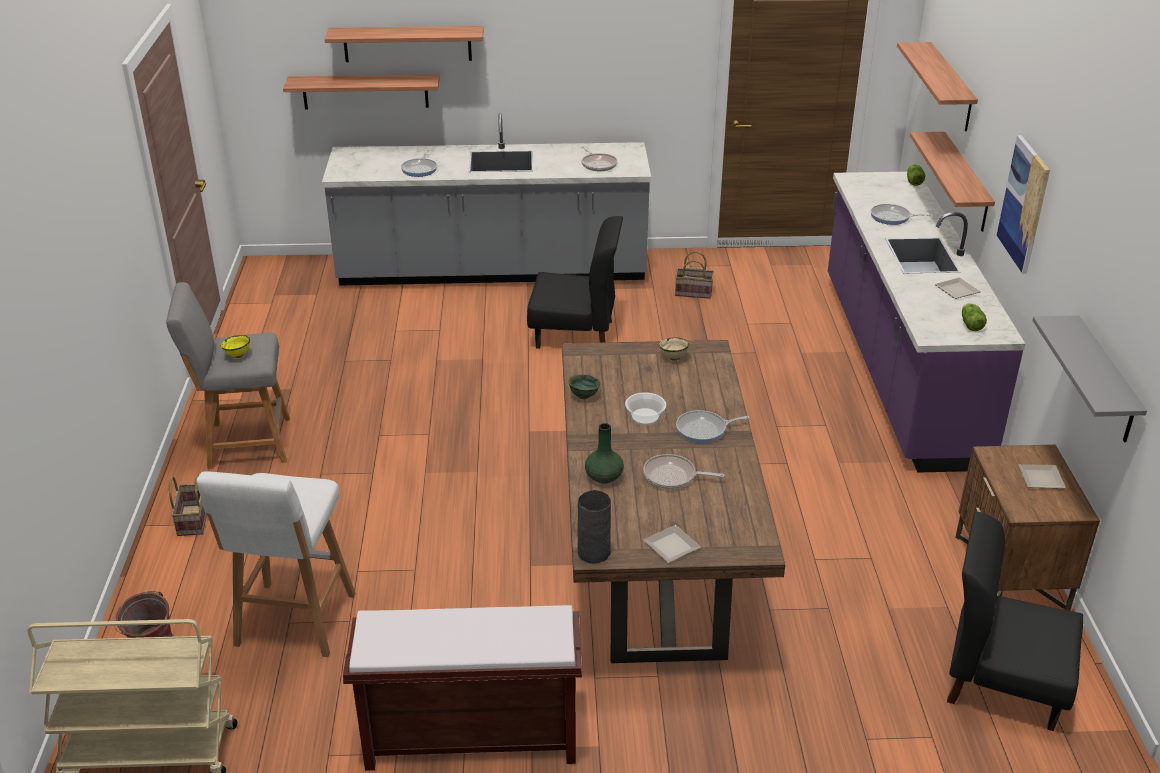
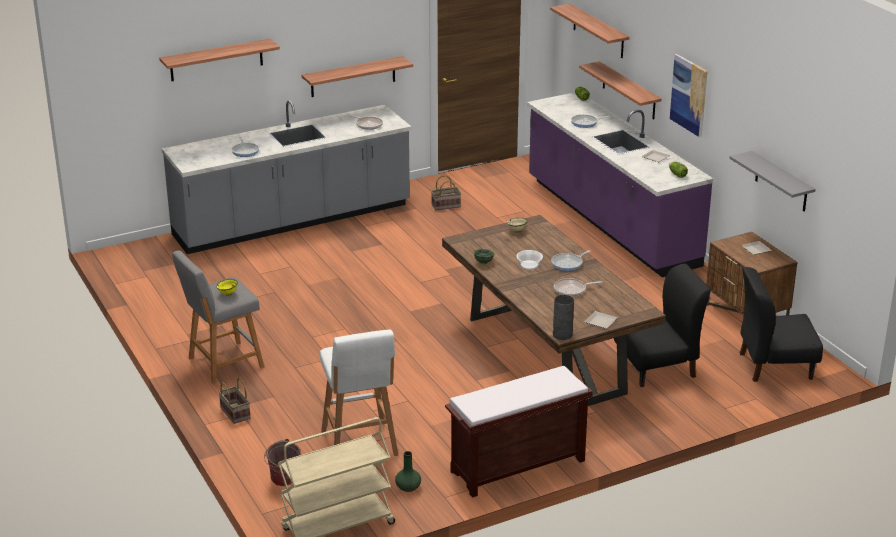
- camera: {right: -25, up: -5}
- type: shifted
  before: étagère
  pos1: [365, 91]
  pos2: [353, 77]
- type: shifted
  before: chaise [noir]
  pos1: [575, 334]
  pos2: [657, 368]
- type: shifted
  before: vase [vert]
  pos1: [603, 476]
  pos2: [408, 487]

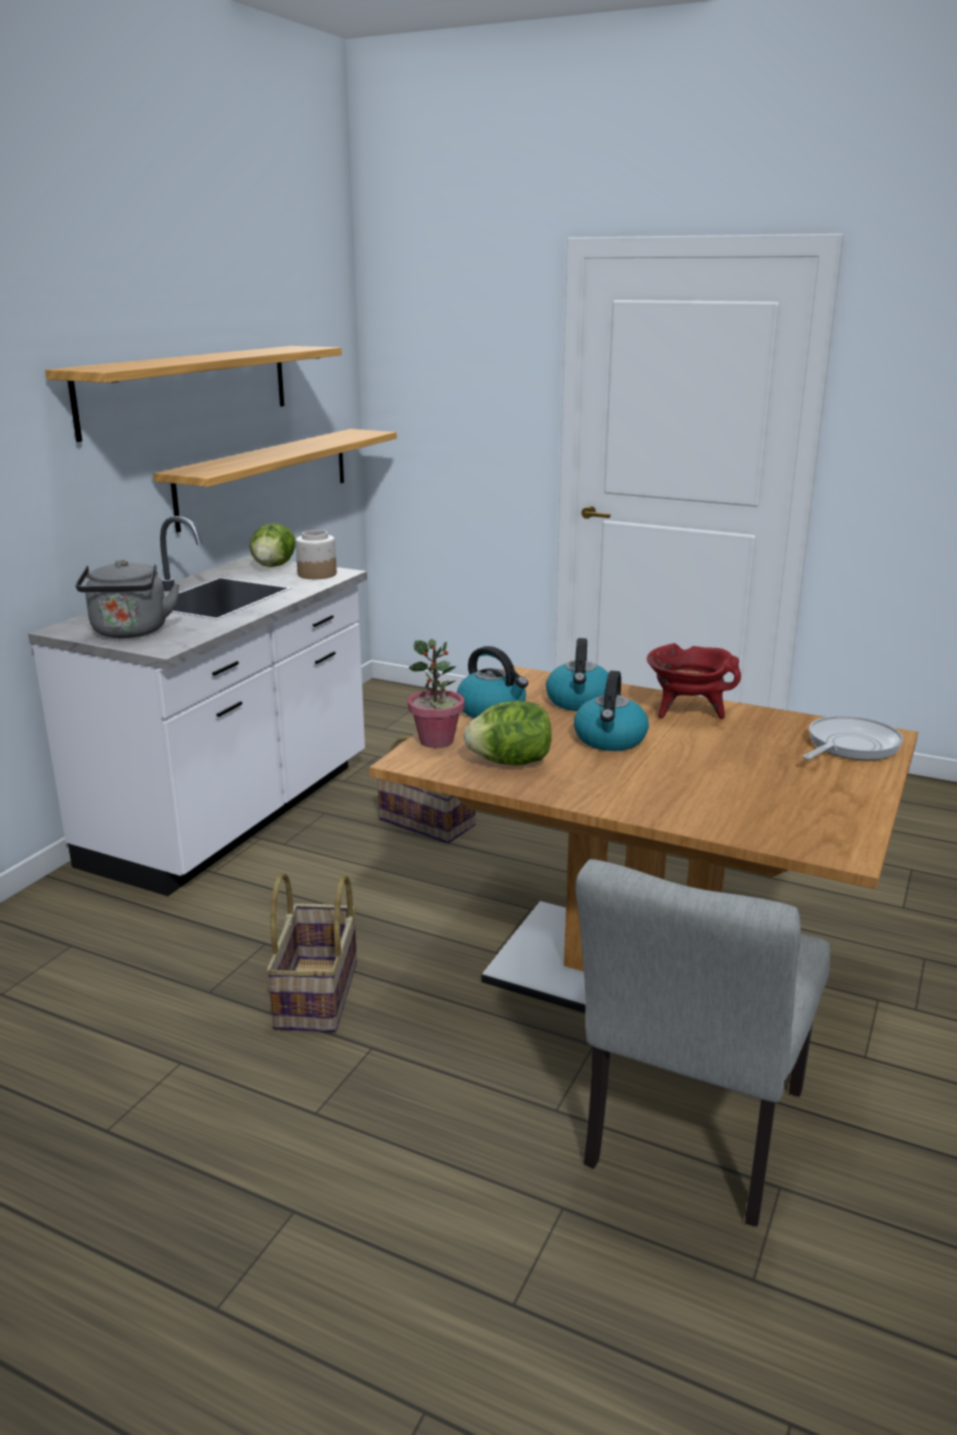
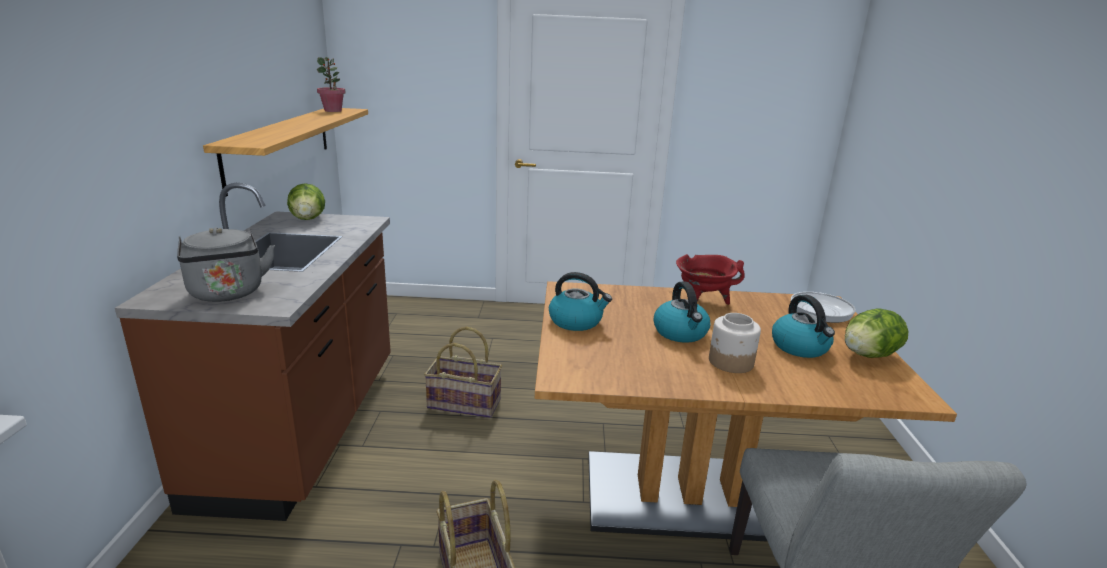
- camera: {right: -25, up: 0}
- type: repainted
  before: comptoir de cuisine [blanc]
  after: comptoir de cuisine [marron]
  pos1: [234, 816]
  pos2: [305, 429]
- type: gone
  before: étagère
  pos1: [188, 389]
- type: shifted
  before: bocal
  pos1: [316, 574]
  pos2: [730, 362]
- type: shifted
  before: plante en pot
  pos1: [437, 741]
  pos2: [333, 111]
- type: shifted
  before: laitue
  pos1: [510, 762]
  pos2: [868, 355]
- type: shifted
  before: bouilloire
  pos1: [579, 702]
  pos2: [800, 347]

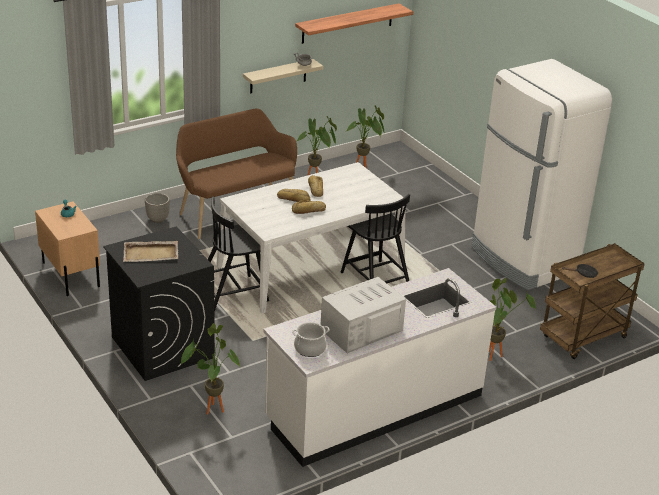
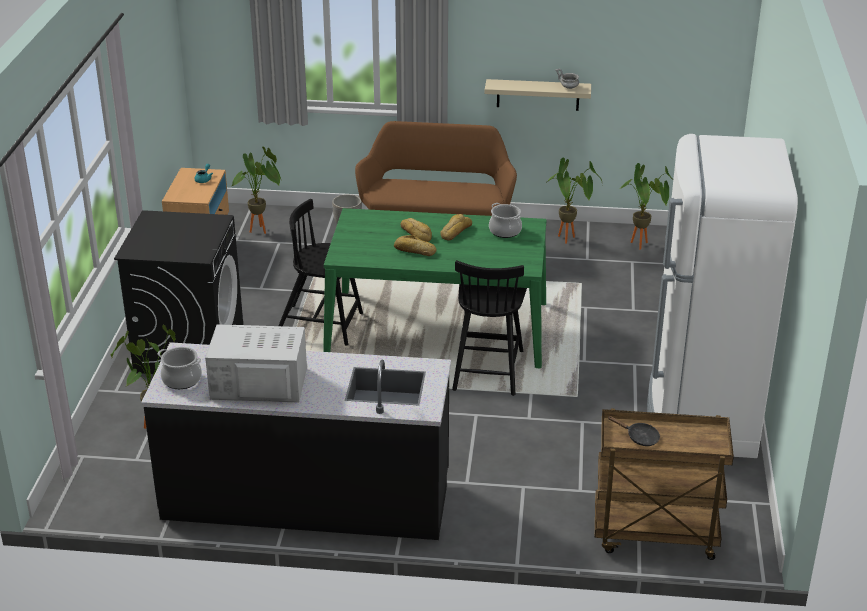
- camera: {right: 40, up: 0}
- type: gone
  before: plateau [beige]
  pos1: [151, 253]
- type: repainted
  before: table à manger [blanc]
  after: table à manger [vert]
  pos1: [311, 267]
  pos2: [437, 328]
- type: repainted
  before: comptoir de cuisine [blanc]
  after: comptoir de cuisine [noir]
  pos1: [374, 407]
  pos2: [307, 497]
- type: gone
  before: étagère
  pos1: [347, 23]
- type: shifted
  before: plante en pot
  pos1: [496, 354]
  pos2: [263, 230]
- type: new
  after: marmite
  pos2: [505, 231]

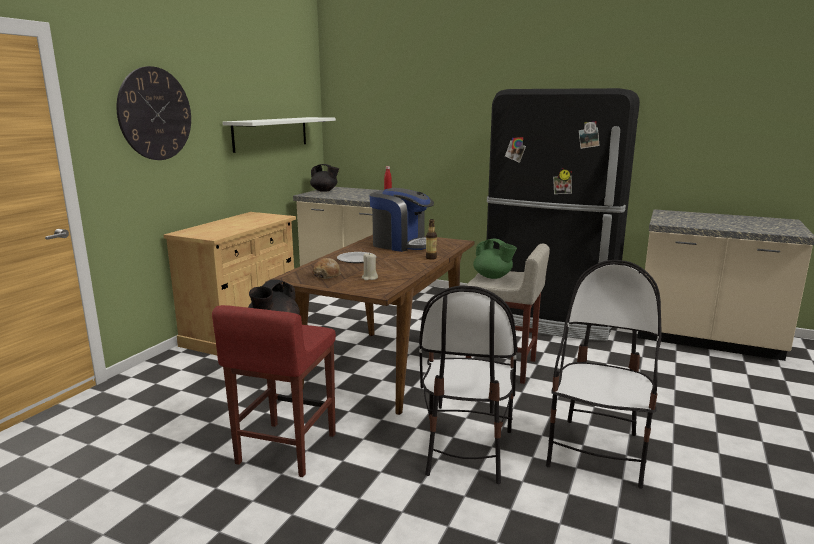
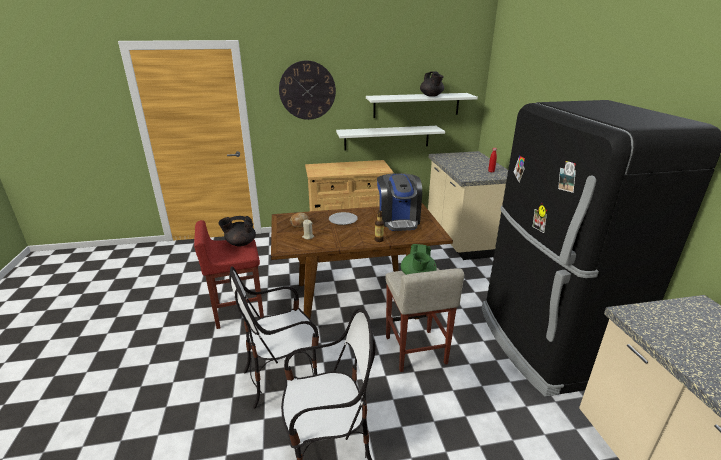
- camera: {right: 55, up: 10}
- type: shifted
  before: théière [noir]
  pos1: [324, 191]
  pos2: [431, 96]
- type: new
  after: étagère [blanc]
  pos2: [387, 138]

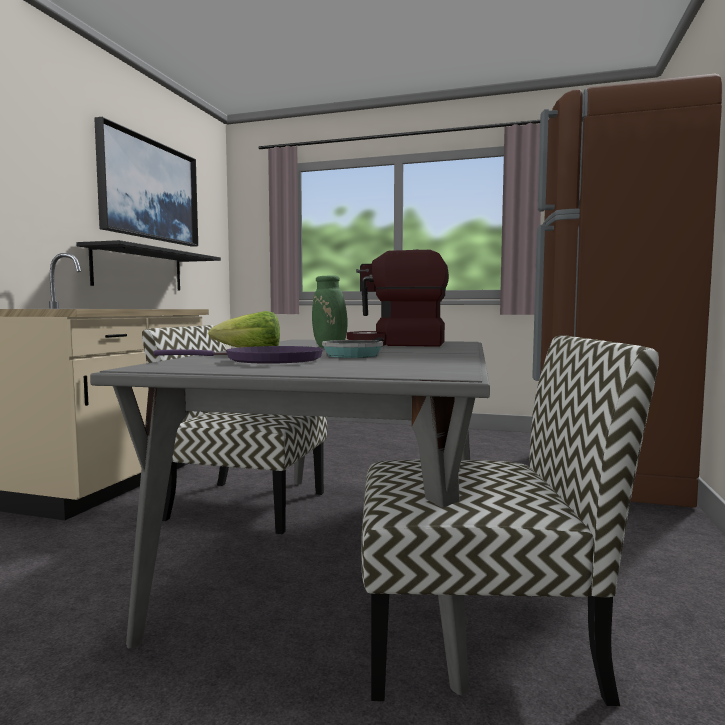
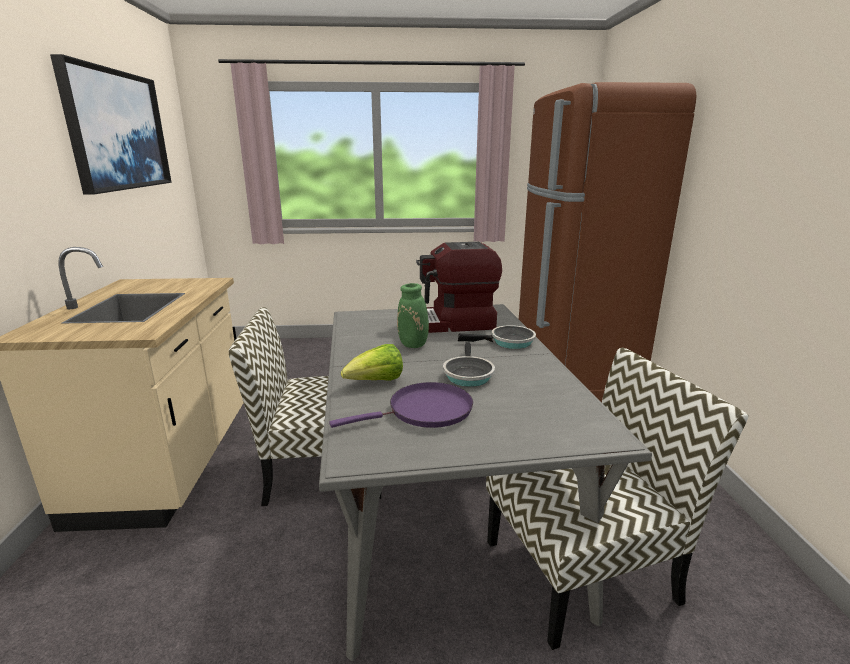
- camera: {right: -20, up: 15}
- type: gone
  before: étagère [noir]
  pos1: [139, 269]
- type: new
  after: poêle
  pos2: [508, 342]

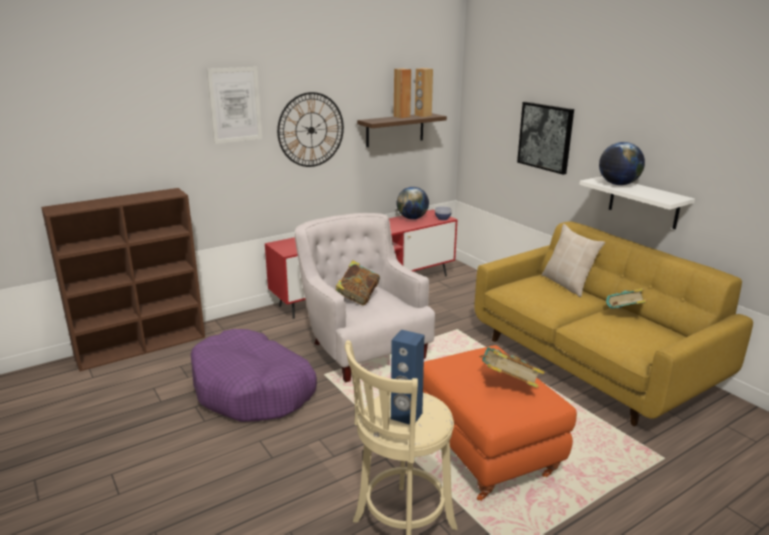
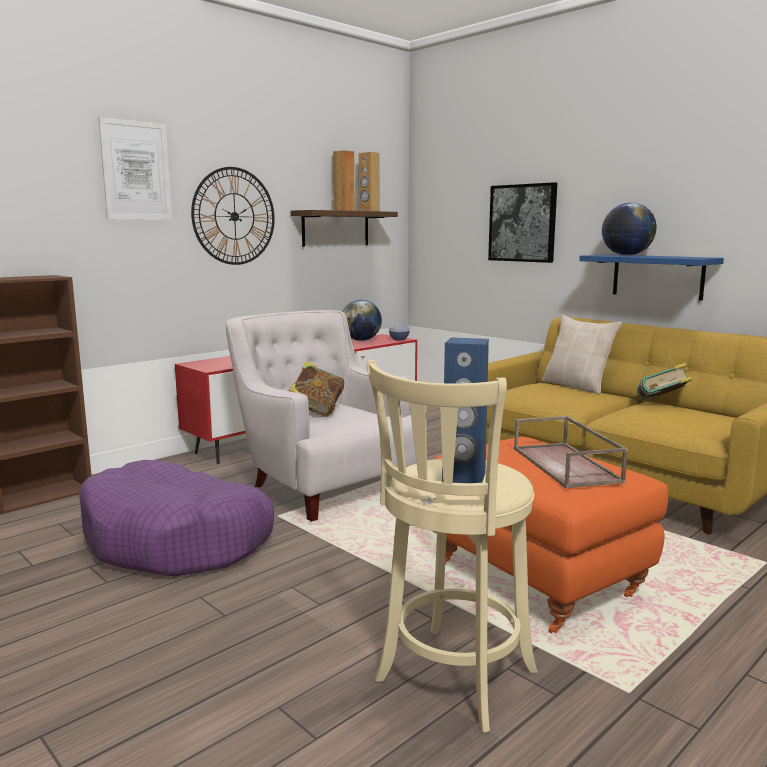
- camera: {right: -10, up: -10}
- type: swapped
  before: livre
  after: plateau [marron]
  pos1: [508, 385]
  pos2: [567, 465]
- type: repainted
  before: étagère [blanc]
  after: étagère [bleu]
  pos1: [643, 202]
  pos2: [657, 276]

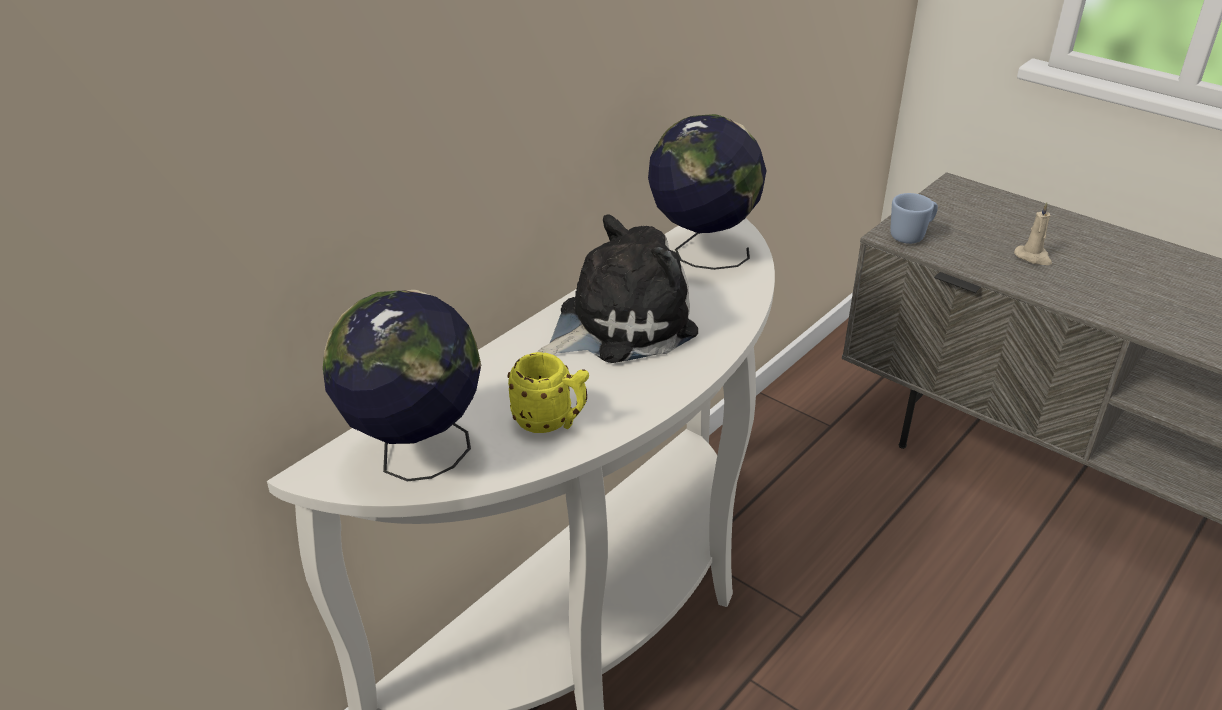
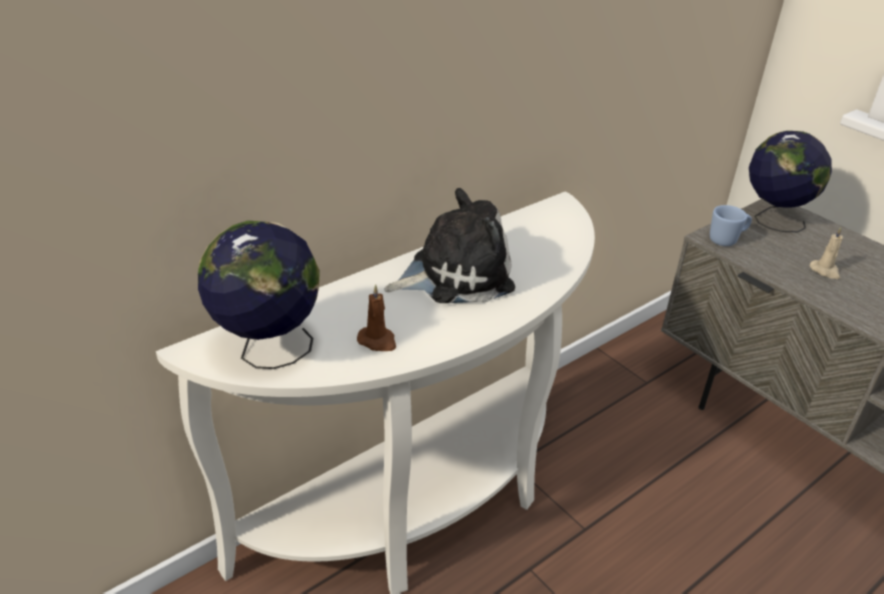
- camera: {right: 10, up: 0}
- type: swapped
  before: mug [jaune]
  after: bougie [marron]
  pos1: [551, 422]
  pos2: [378, 341]
- type: shifted
  before: globe
  pos1: [701, 252]
  pos2: [772, 220]

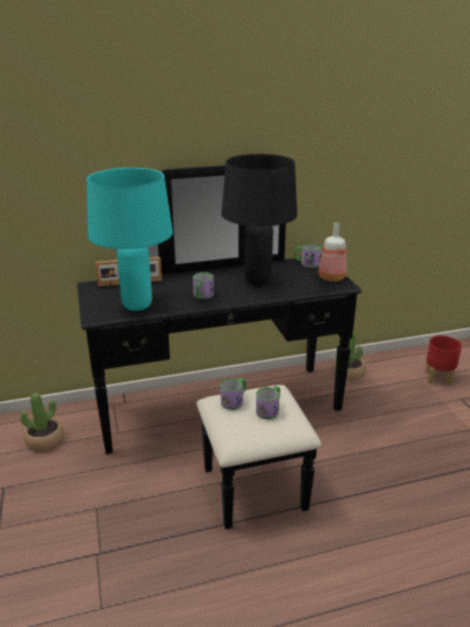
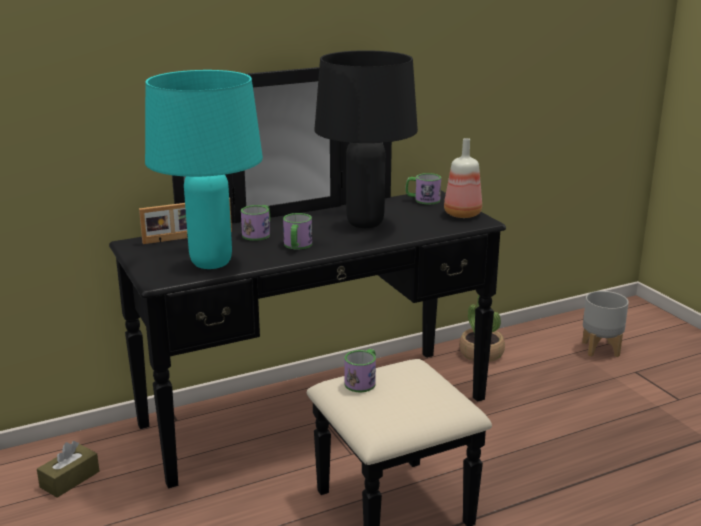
- camera: {right: -10, up: -5}
- type: swapped
  before: plante en pot
  after: boîte à mouchoirs [marron]
  pos1: [45, 439]
  pos2: [70, 479]
- type: shifted
  before: mug
  pos1: [269, 409]
  pos2: [258, 233]
- type: repainted
  before: cache-pot [rouge]
  after: cache-pot [gris]
  pos1: [438, 377]
  pos2: [600, 349]

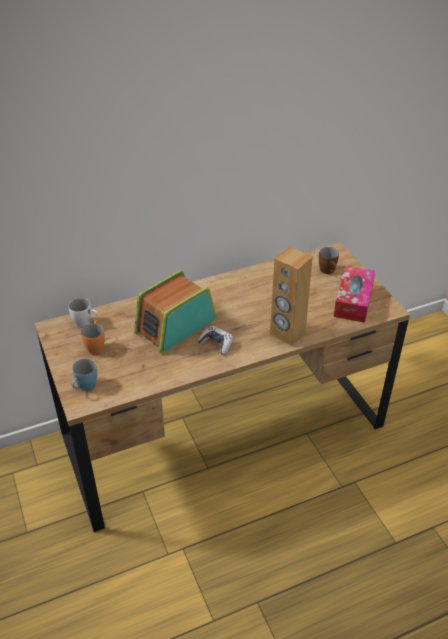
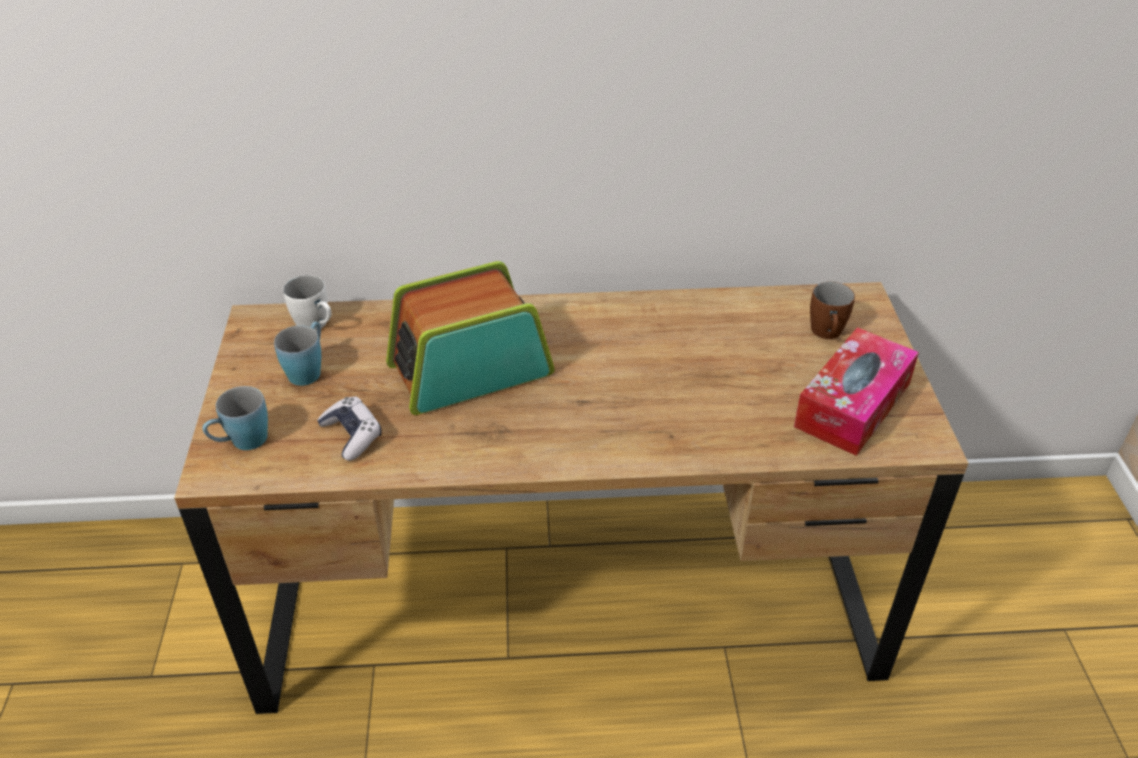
- camera: {right: 20, up: 0}
- type: repainted
  before: mug [orange]
  after: mug [bleu]
  pos1: [95, 345]
  pos2: [308, 369]
- type: shifted
  before: manette
  pos1: [216, 344]
  pos2: [352, 435]
- type: gone
  before: enceinte [marron]
  pos1: [287, 334]

